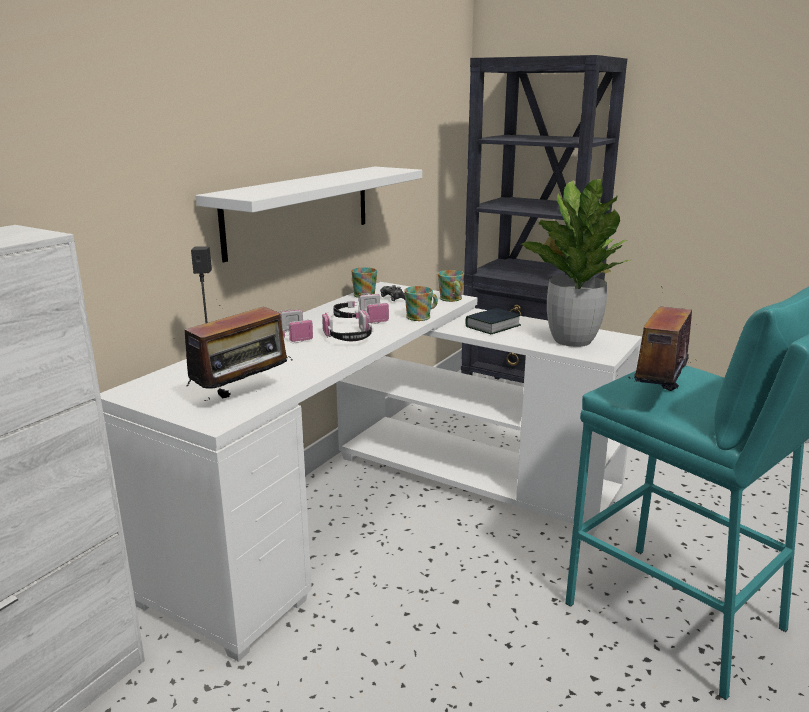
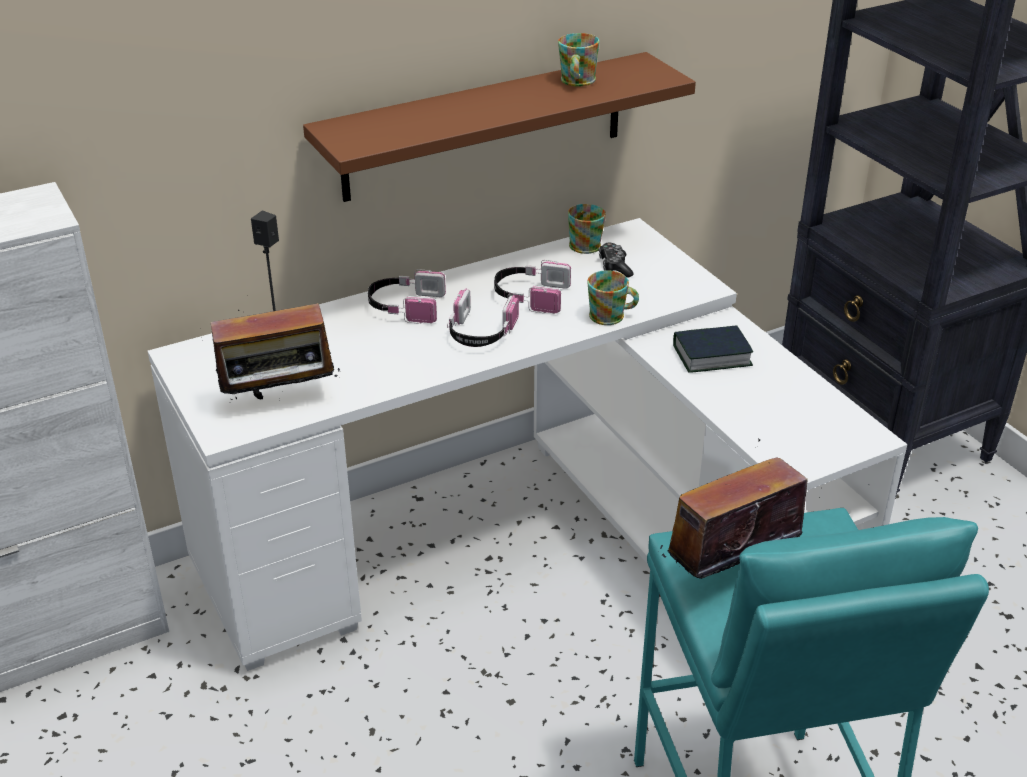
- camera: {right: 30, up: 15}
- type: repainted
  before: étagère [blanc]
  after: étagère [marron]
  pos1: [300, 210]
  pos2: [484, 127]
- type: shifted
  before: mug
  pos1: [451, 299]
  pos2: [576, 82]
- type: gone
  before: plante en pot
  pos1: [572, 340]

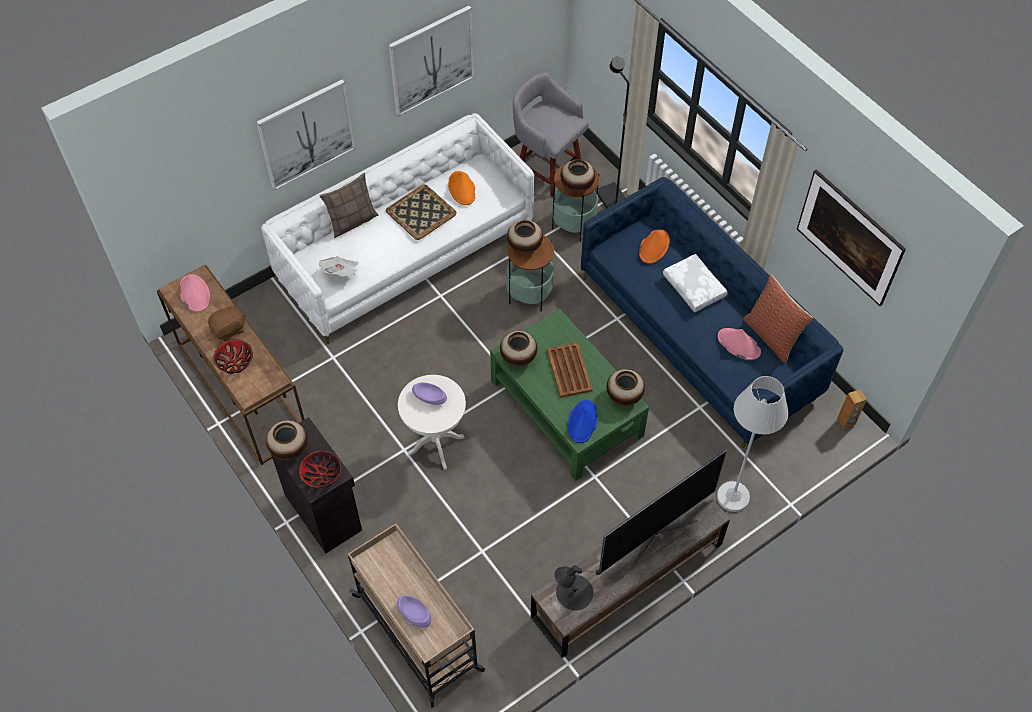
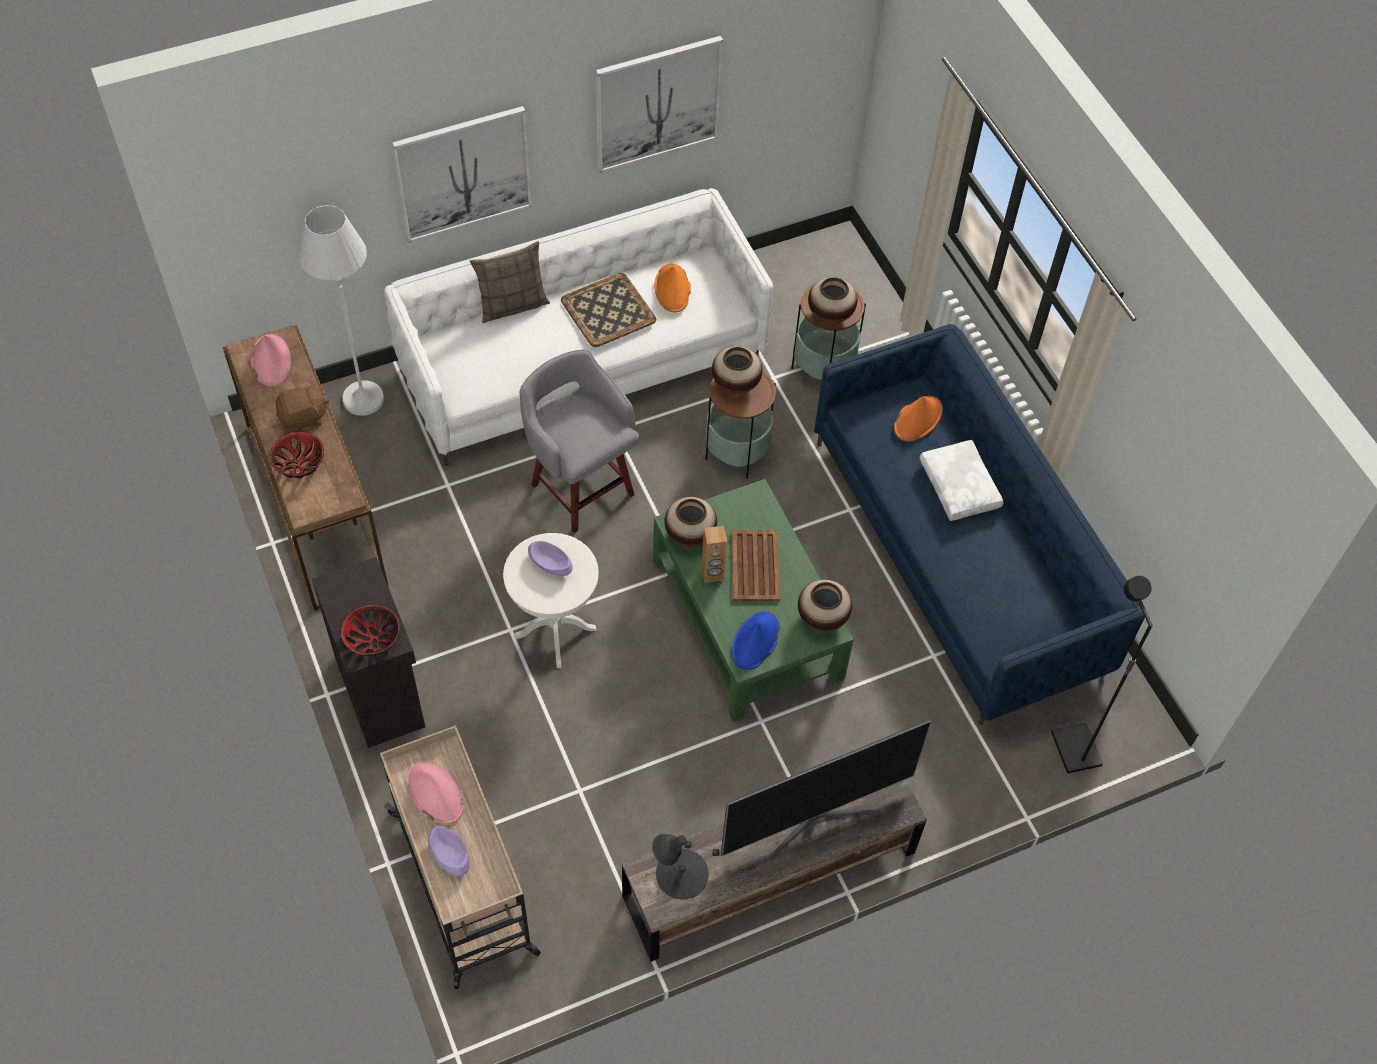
- camera: {right: 10, up: 0}
- type: gone
  before: vase
  pos1: [289, 449]
- type: gone
  before: journal
  pos1: [341, 272]
- type: shifted
  before: tabouret [gris]
  pos1: [547, 170]
  pos2: [580, 487]
- type: shifted
  before: lampadaire [noir]
  pos1: [610, 198]
  pos2: [1074, 749]
- type: shifted
  before: lampadaire [blanc]
  pos1: [733, 497]
  pos2: [363, 399]
- type: shifted
  before: chapeau [rose]
  pos1: [738, 344]
  pos2: [434, 793]
- type: gone
  before: coussin
  pos1: [772, 336]
- type: gone
  before: tableau
  pos1: [844, 251]
- type: shifted
  before: enceinte [marron]
  pos1: [846, 422]
  pos2: [712, 574]

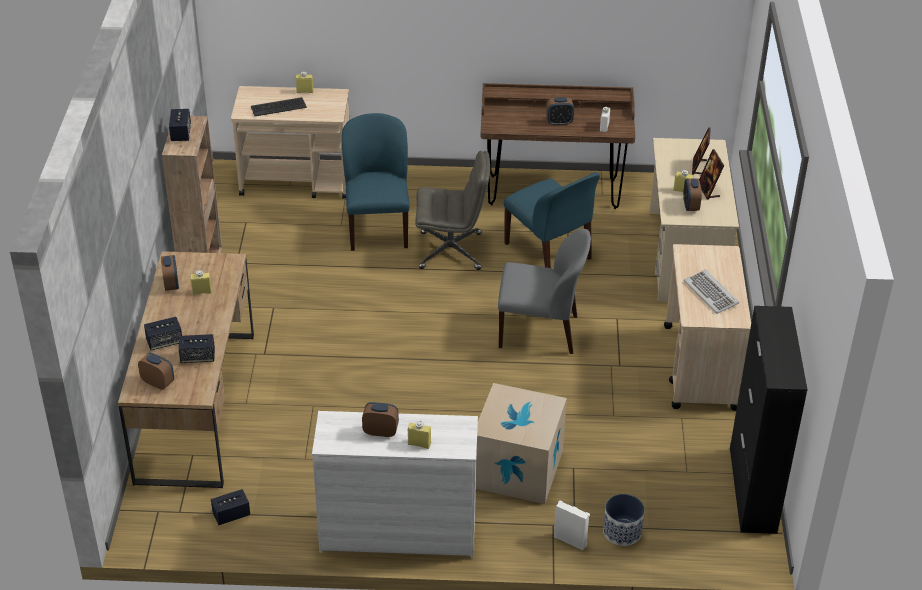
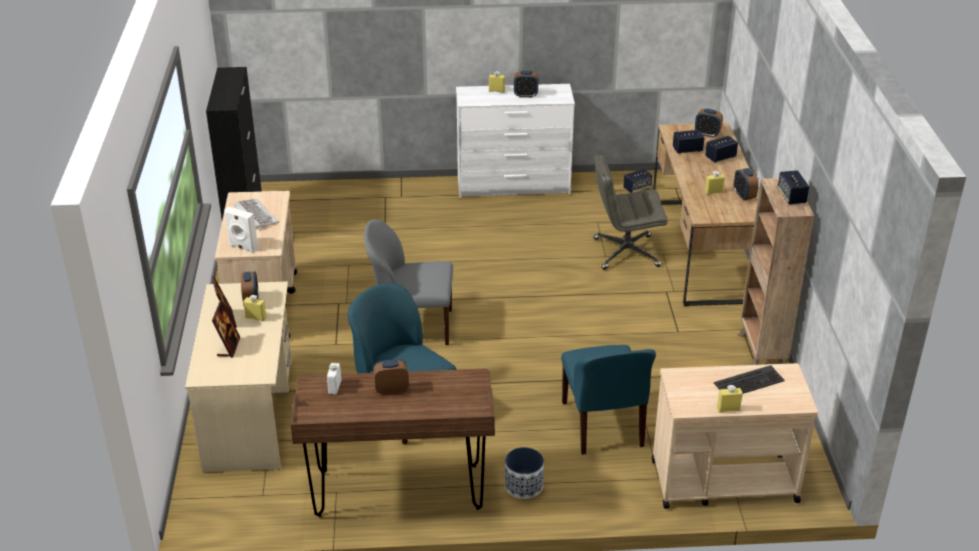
- camera: {right: 175, up: -5}
- type: shifted
  before: chaise de bureau [gris]
  pos1: [451, 251]
  pos2: [625, 253]
- type: gone
  before: carton
  pos1: [517, 469]
- type: shifted
  before: enceinte [blanc]
  pos1: [570, 540]
  pos2: [243, 247]
- type: shifted
  before: cache-pot
  pos1: [622, 532]
  pos2: [523, 485]

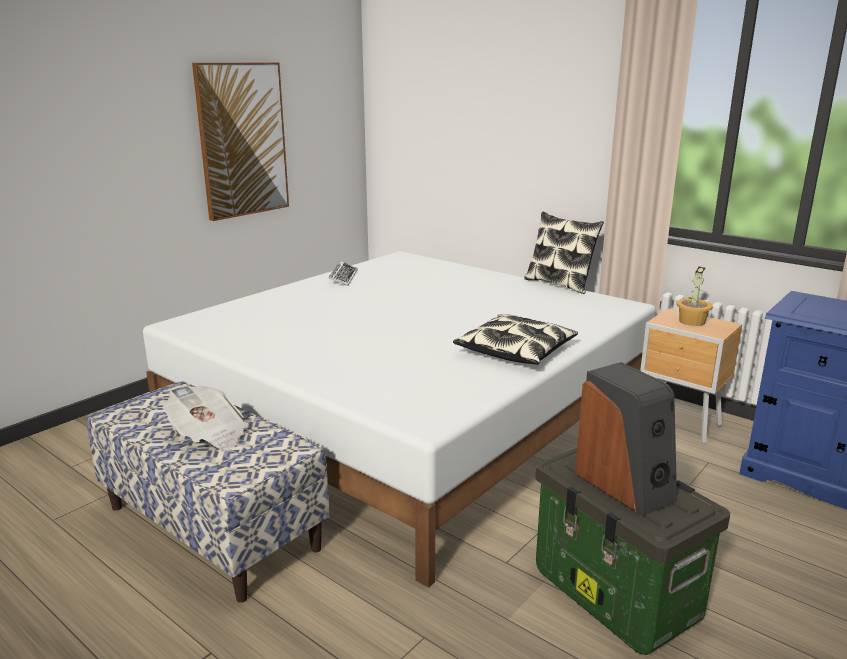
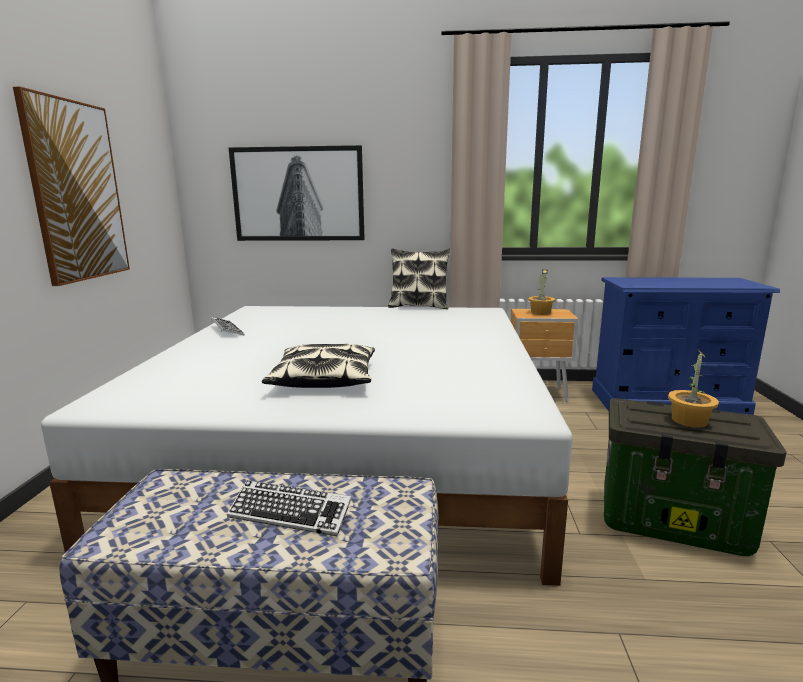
- camera: {right: -35, up: -5}
- type: swapped
  before: journal
  after: clavier
  pos1: [209, 436]
  pos2: [290, 514]
- type: shifted
  before: coussin
  pos1: [515, 351]
  pos2: [324, 379]
- type: swapped
  before: enceinte
  after: plante en pot
  pos1: [625, 485]
  pos2: [688, 420]
- type: new
  after: tableau
  pos2: [298, 194]

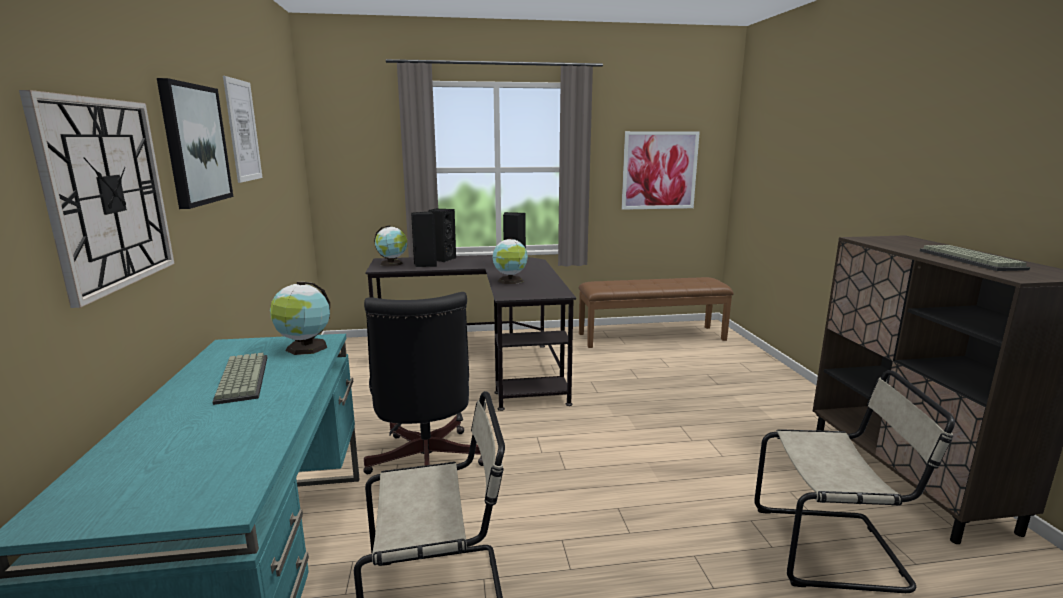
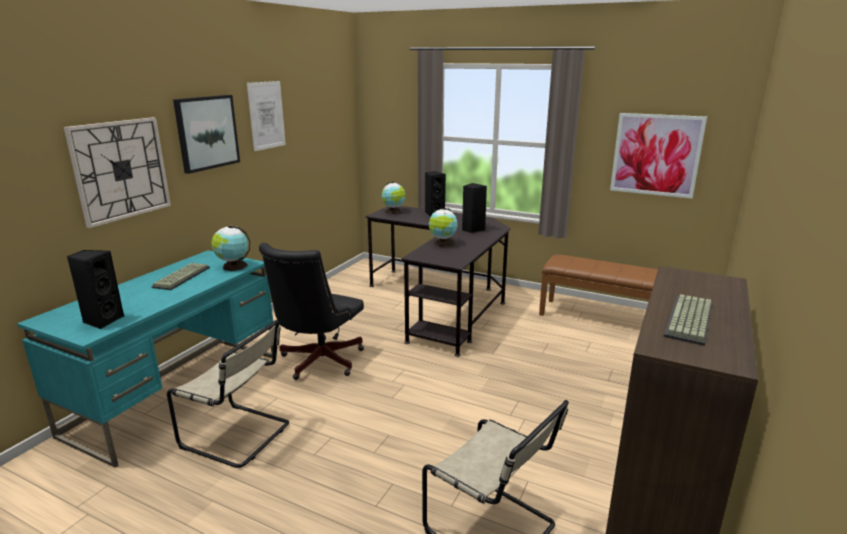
- camera: {right: 35, up: 5}
- type: shifted
  before: enceinte [noir]
  pos1: [425, 264]
  pos2: [102, 320]

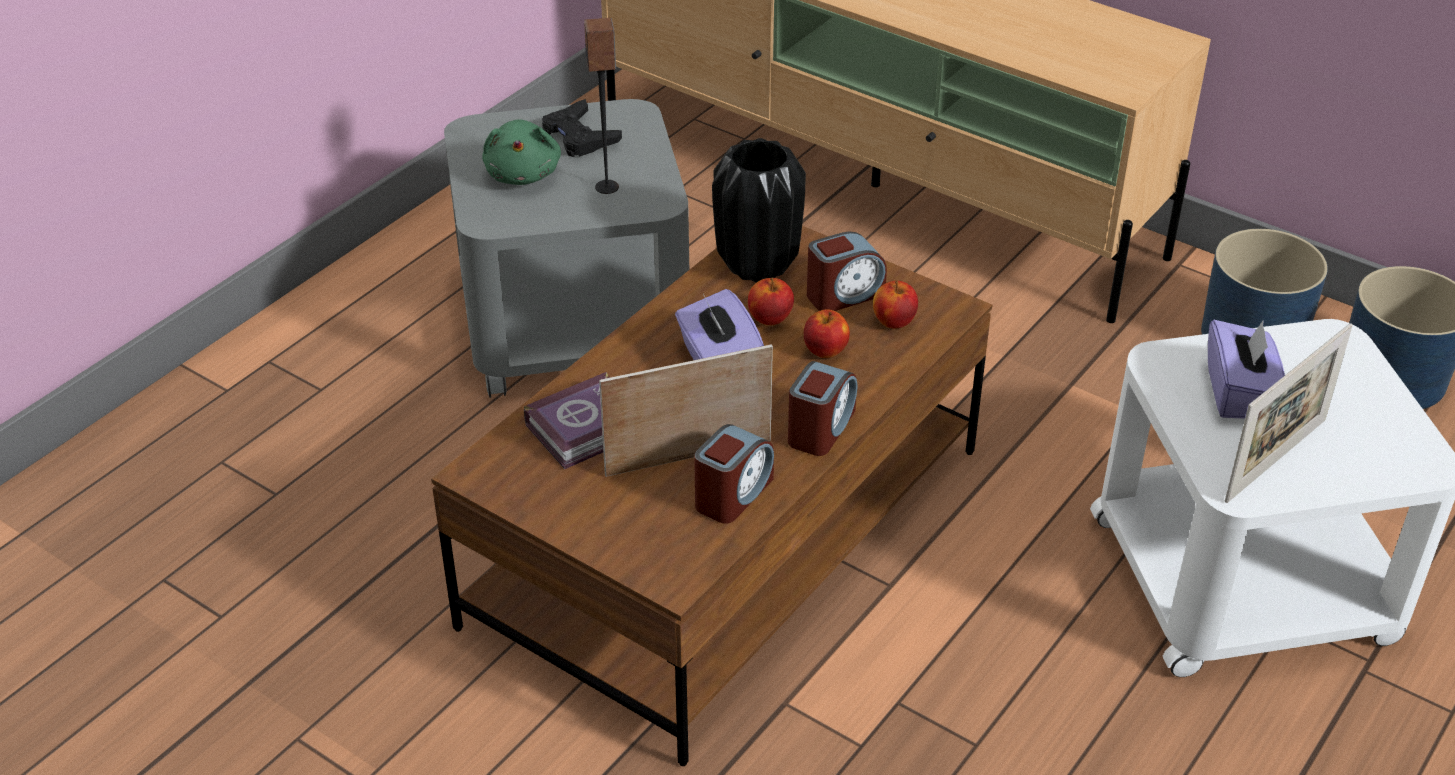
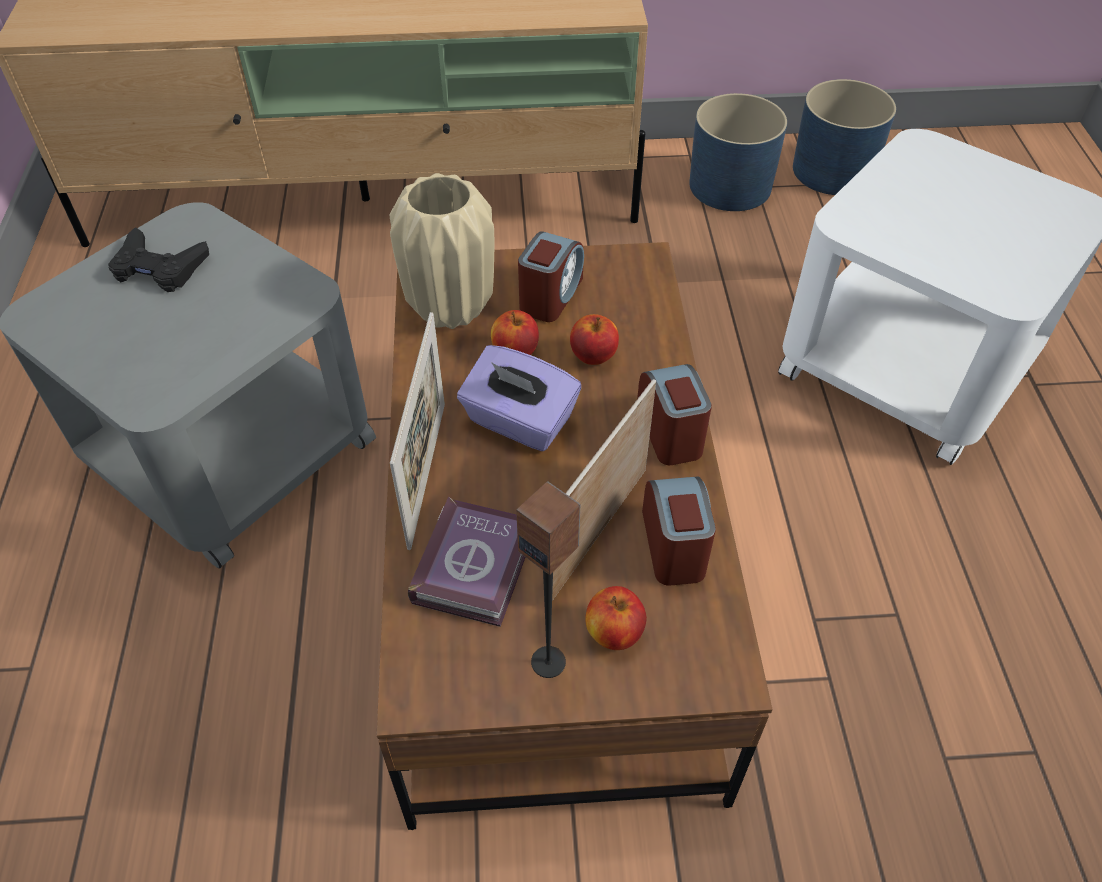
- camera: {right: -40, up: 10}
- type: gone
  before: peluche [vert]
  pos1: [523, 174]
- type: shifted
  before: enceinte
  pos1: [607, 187]
  pos2: [549, 661]
- type: repainted
  before: vase [noir]
  after: vase [beige]
  pos1: [759, 266]
  pos2: [451, 308]
- type: shifted
  before: pomme
  pos1: [893, 322]
  pos2: [614, 633]
- type: gone
  before: boîte à mouchoirs [violet]
  pos1: [1239, 393]
- type: shifted
  before: cadre photo
  pos1: [1275, 460]
  pos2: [427, 473]

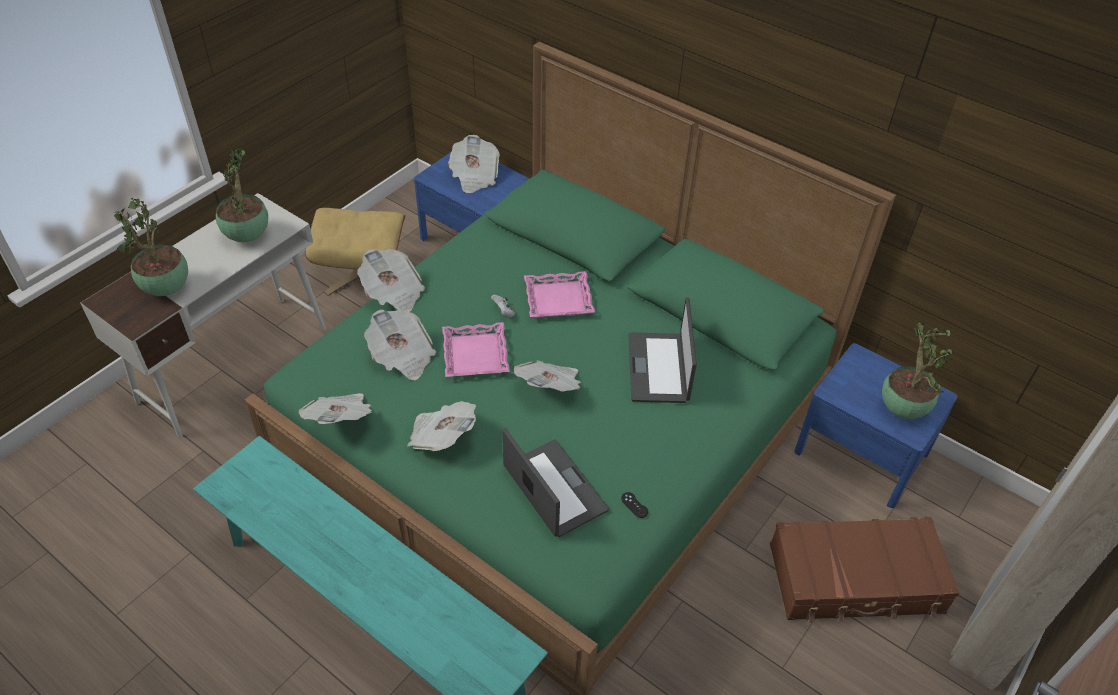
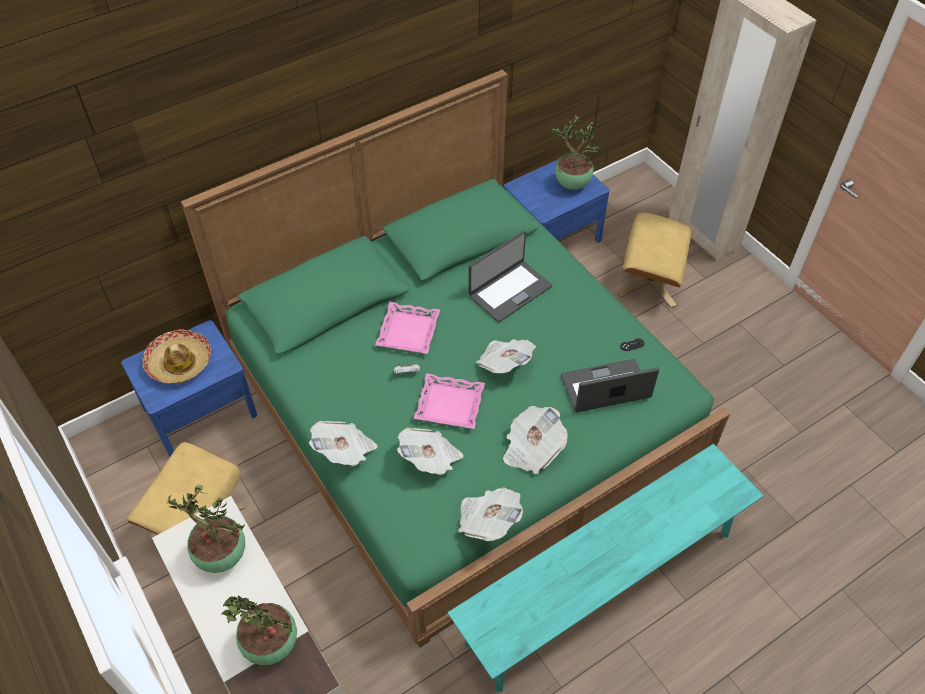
- camera: {right: -70, up: 5}
- type: swapped
  before: journal
  after: chapeau
  pos1: [474, 176]
  pos2: [179, 362]
- type: rotated
  before: ordinateur portable
  pos1: [659, 368]
  pos2: [509, 290]
  turn: -60
- type: swapped
  before: valise [marron]
  after: pouf [beige]
  pos1: [856, 580]
  pos2: [649, 281]

